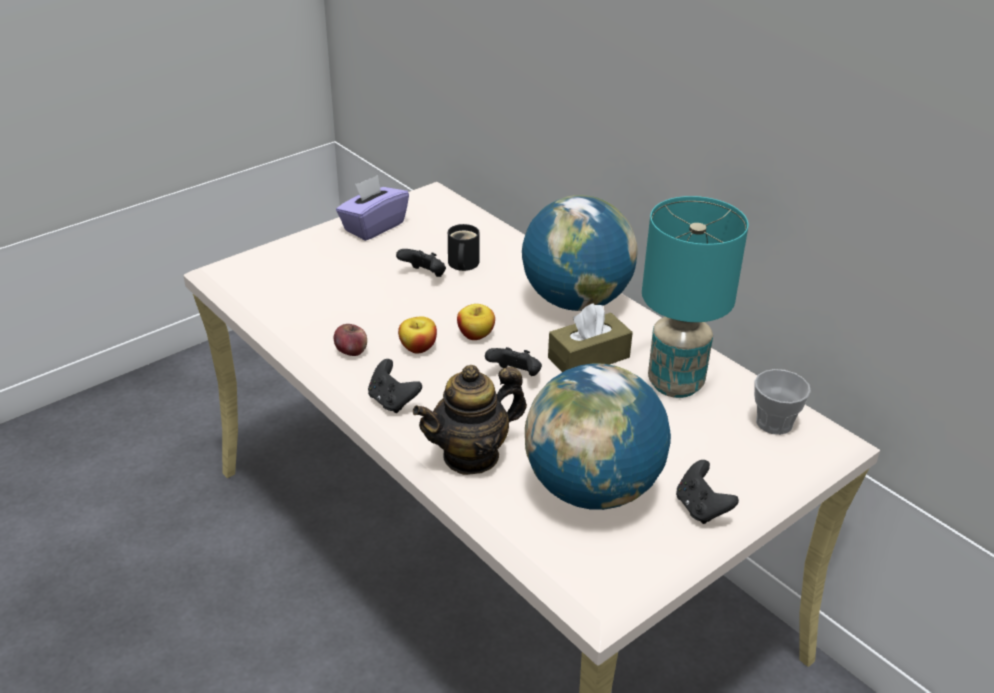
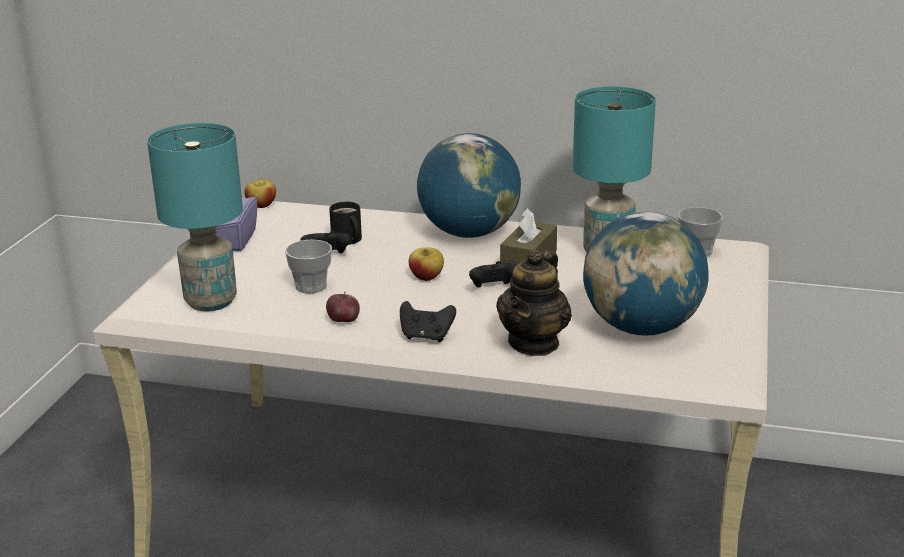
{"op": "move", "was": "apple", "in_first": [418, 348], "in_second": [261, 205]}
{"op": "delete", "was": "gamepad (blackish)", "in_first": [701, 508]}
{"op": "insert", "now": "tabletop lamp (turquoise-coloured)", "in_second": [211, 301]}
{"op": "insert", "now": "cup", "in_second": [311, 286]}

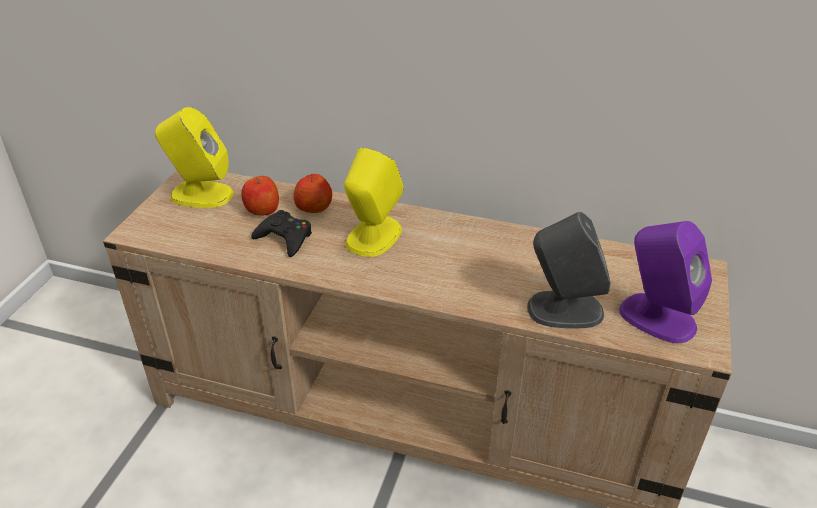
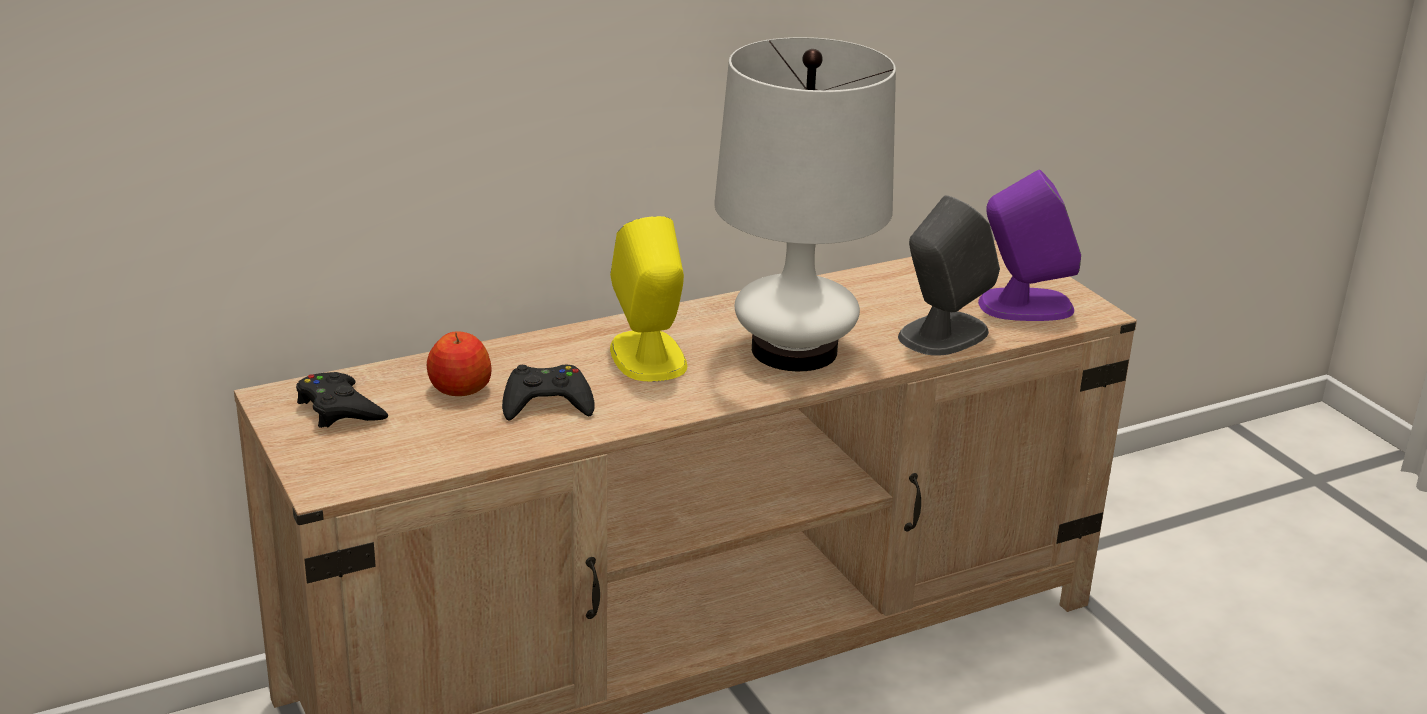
{"op": "replace", "was": "audio speaker (yellow-coloured)", "now": "gamepad (blackish)", "in_first": [201, 194], "in_second": [339, 409]}
{"op": "delete", "was": "apple", "in_first": [314, 207]}
{"op": "insert", "now": "tabletop lamp (white)", "in_second": [794, 350]}

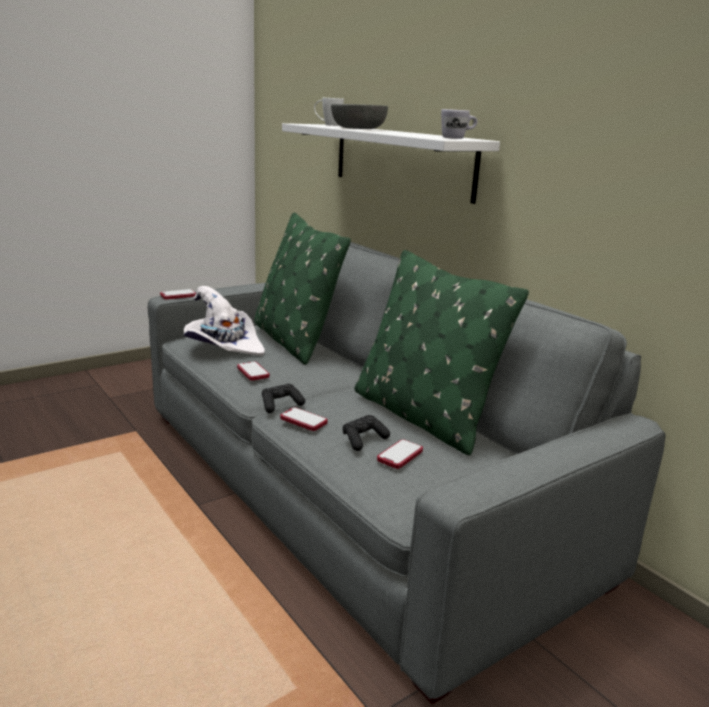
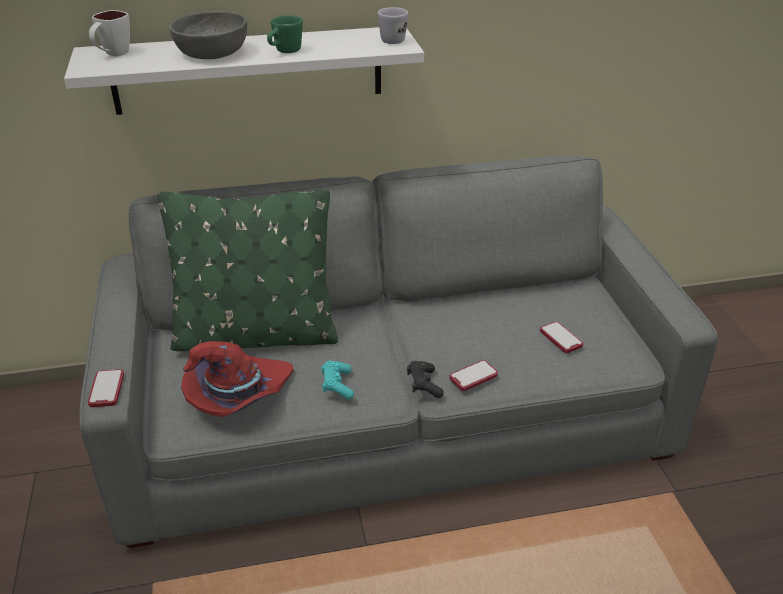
{"op": "recolor", "was": "wearable hat (white)", "now": "wearable hat (red-coloured)", "in_first": [224, 345], "in_second": [237, 393]}
{"op": "replace", "was": "telephone", "now": "gamepad (turquoise-coloured)", "in_first": [253, 372], "in_second": [337, 386]}
{"op": "delete", "was": "gamepad (blackish)", "in_first": [363, 440]}
{"op": "delete", "was": "pillow (green-coloured)", "in_first": [422, 416]}
{"op": "insert", "now": "tea mug (green-coloured)", "in_second": [284, 52]}

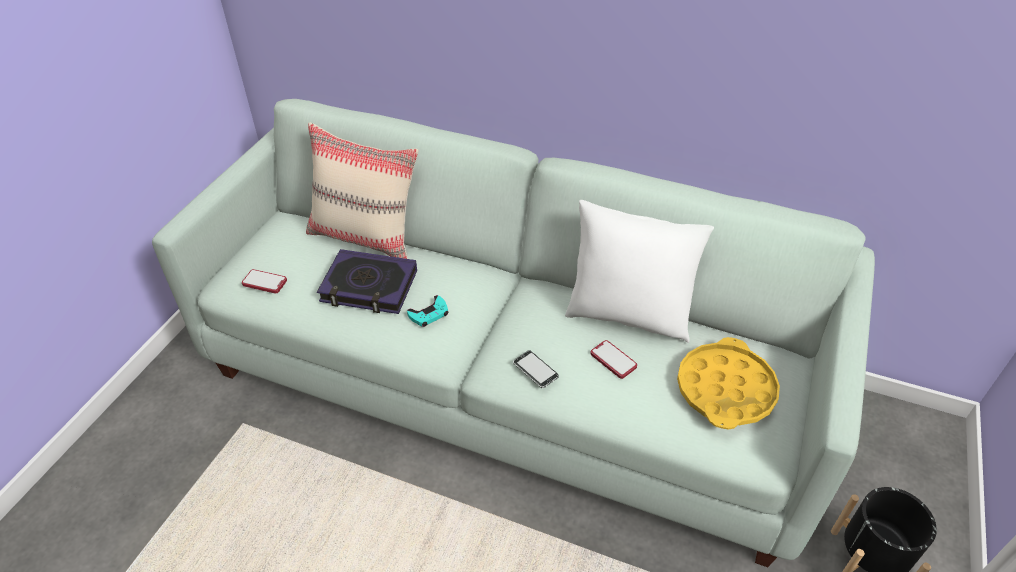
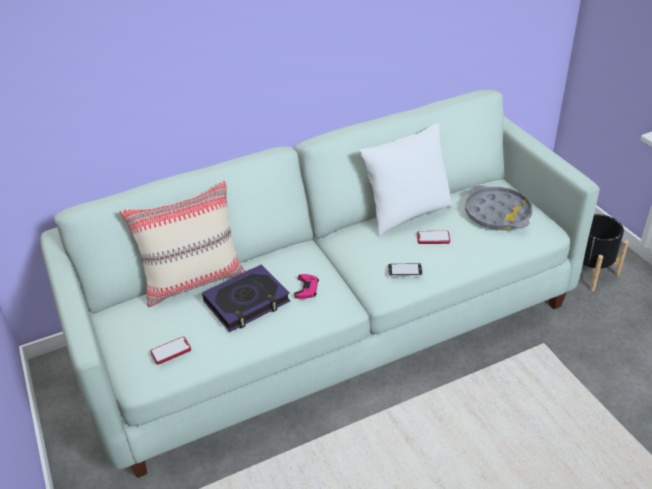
{"op": "recolor", "was": "gamepad (turquoise-coloured)", "now": "gamepad (pink-coloured)", "in_first": [429, 314], "in_second": [307, 288]}
{"op": "recolor", "was": "carrying tray (yellow-coloured)", "now": "carrying tray (greyish)", "in_first": [725, 389], "in_second": [497, 213]}

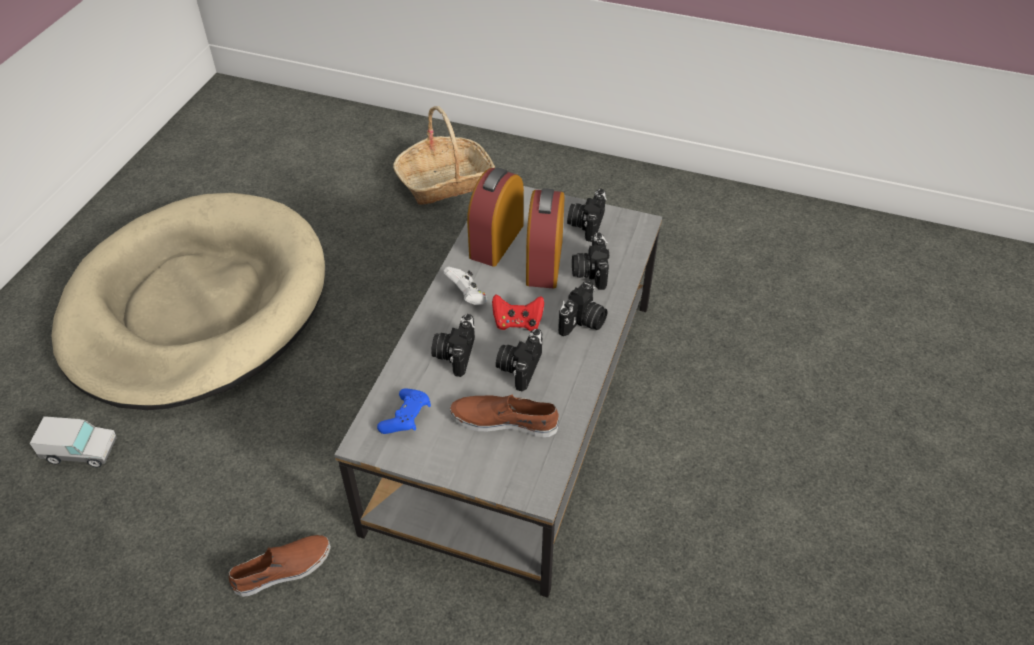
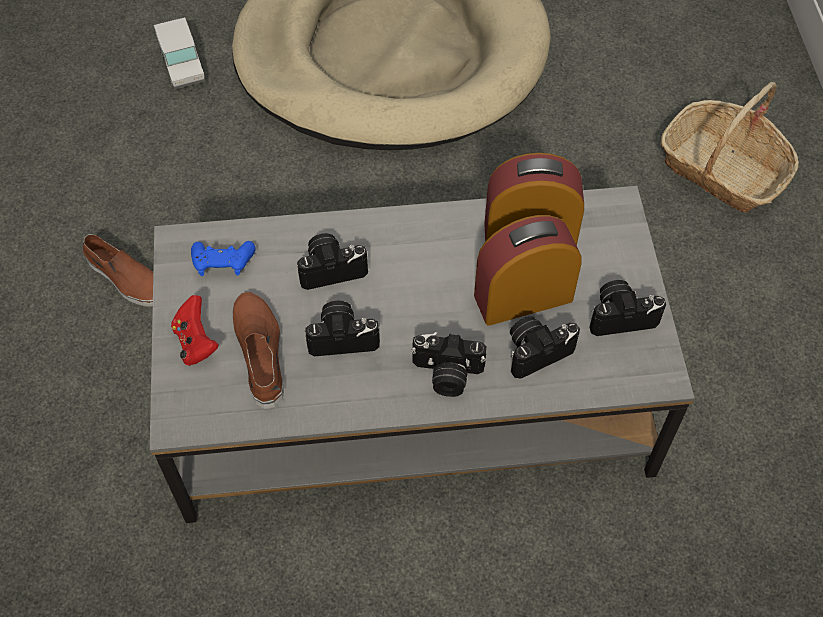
{"op": "delete", "was": "gamepad (white)", "in_first": [467, 296]}
{"op": "move", "was": "gamepad (red-coloured)", "in_first": [517, 322], "in_second": [196, 342]}

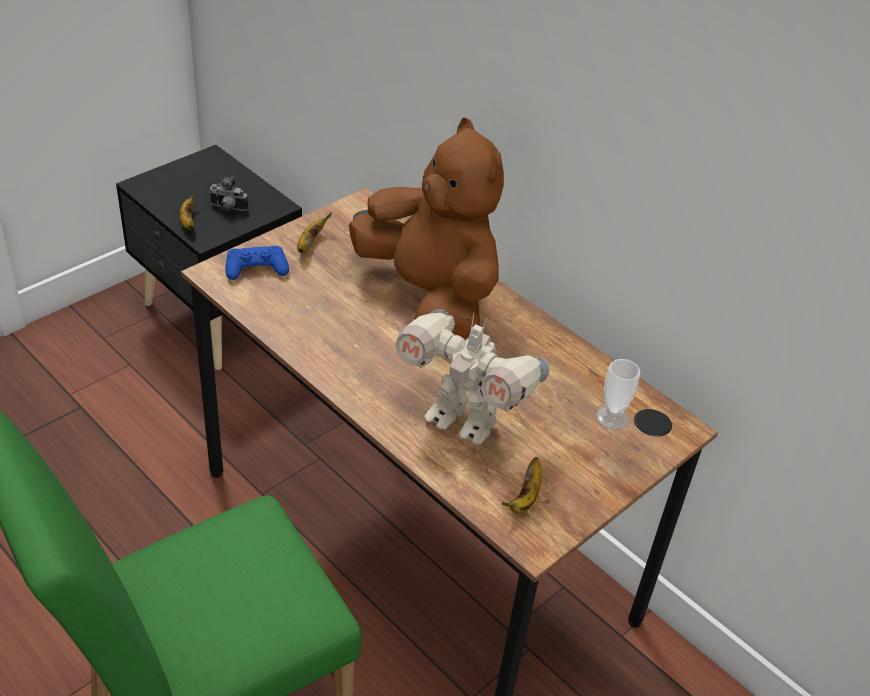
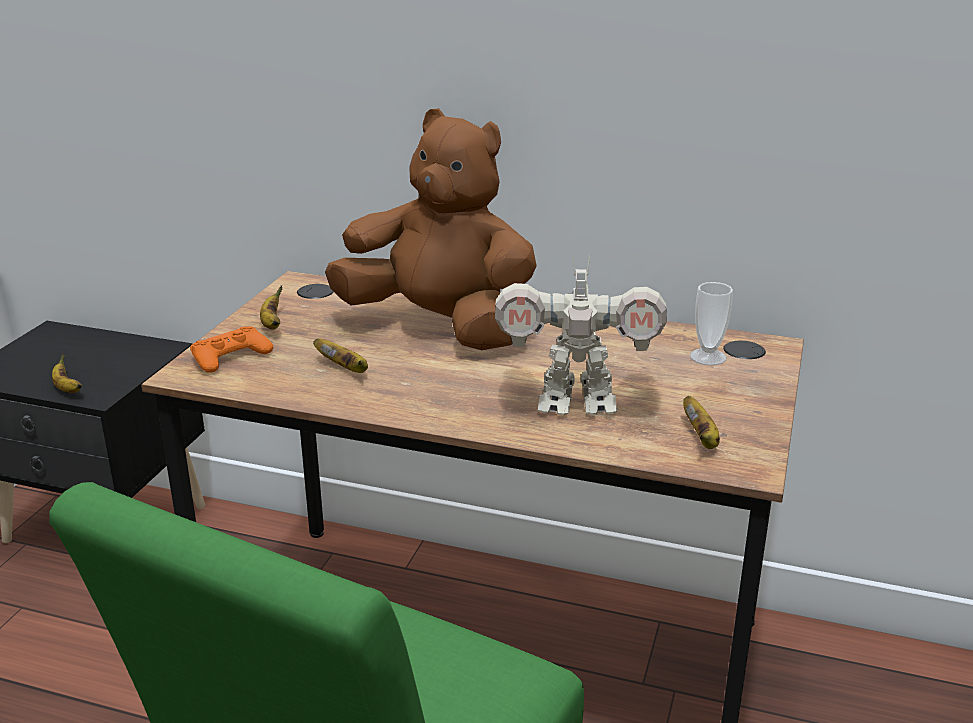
{"op": "delete", "was": "photo camera", "in_first": [228, 208]}
{"op": "recolor", "was": "gamepad (bluish)", "now": "gamepad (orangey)", "in_first": [256, 268], "in_second": [230, 357]}
{"op": "insert", "now": "banana fruit", "in_second": [345, 368]}

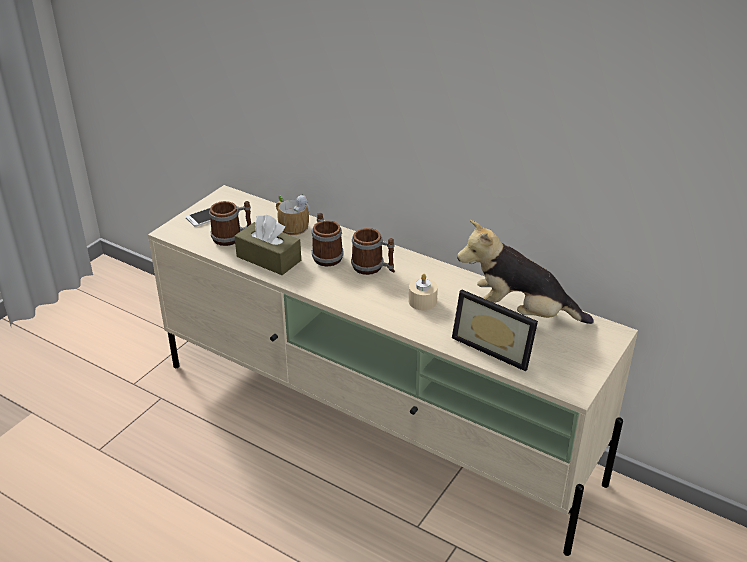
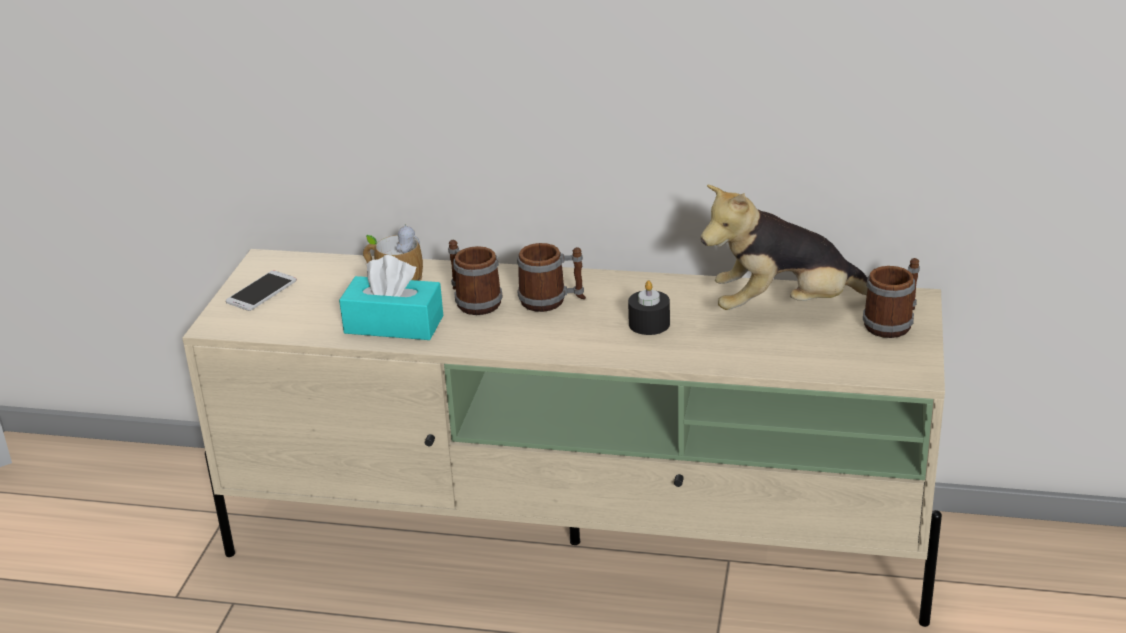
{"op": "move", "was": "tea mug", "in_first": [232, 237], "in_second": [893, 323]}
{"op": "recolor", "was": "tissue box (brown-coloured)", "now": "tissue box (turquoise-coloured)", "in_first": [268, 258], "in_second": [394, 324]}
{"op": "recolor", "was": "candle (sand-coloured)", "now": "candle (blackish)", "in_first": [422, 301], "in_second": [649, 324]}
{"op": "delete", "was": "picture frame", "in_first": [495, 346]}

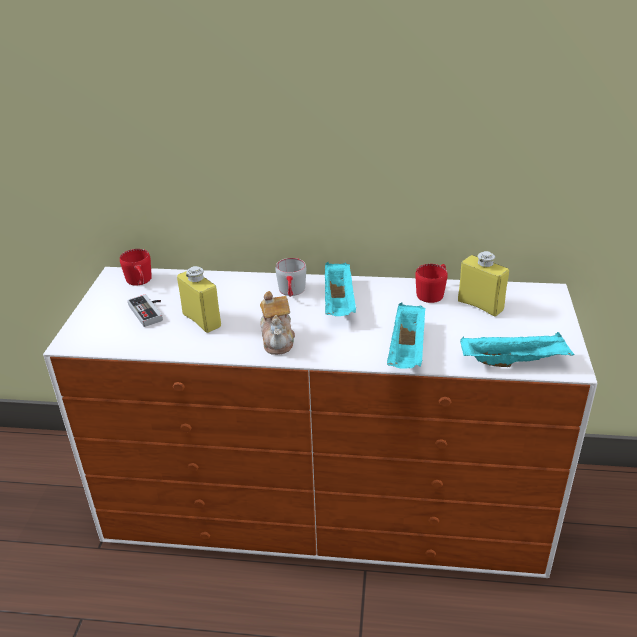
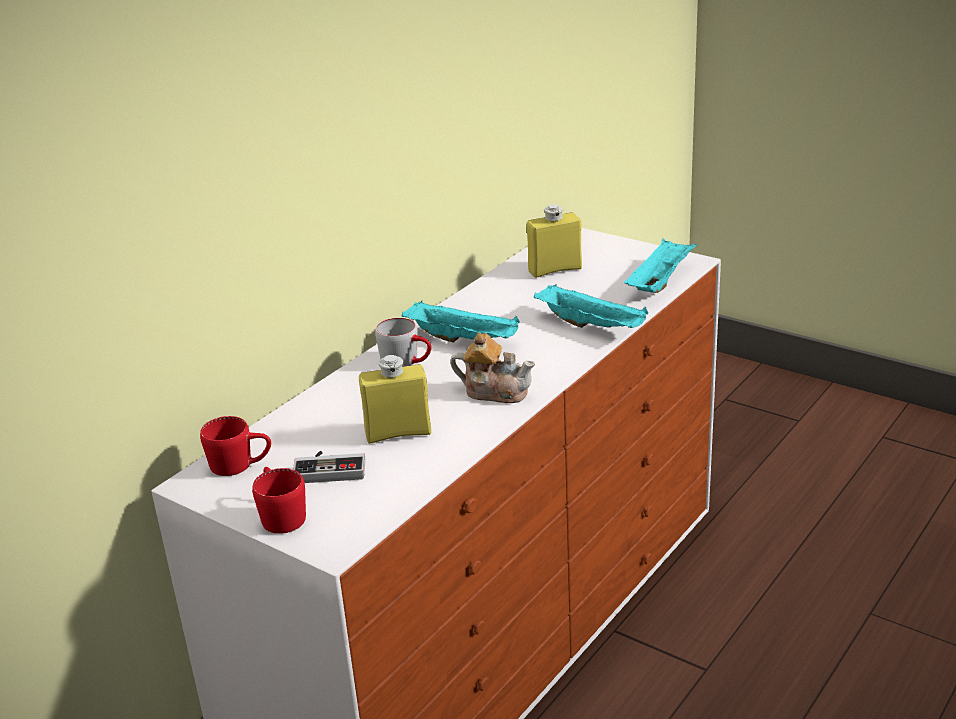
{"op": "move", "was": "tea mug (red-coloured)", "in_first": [432, 292], "in_second": [279, 514]}

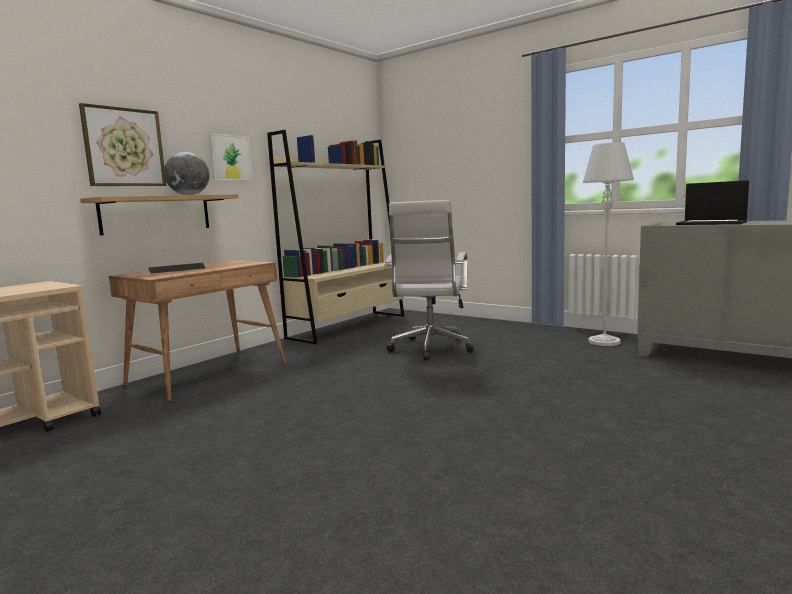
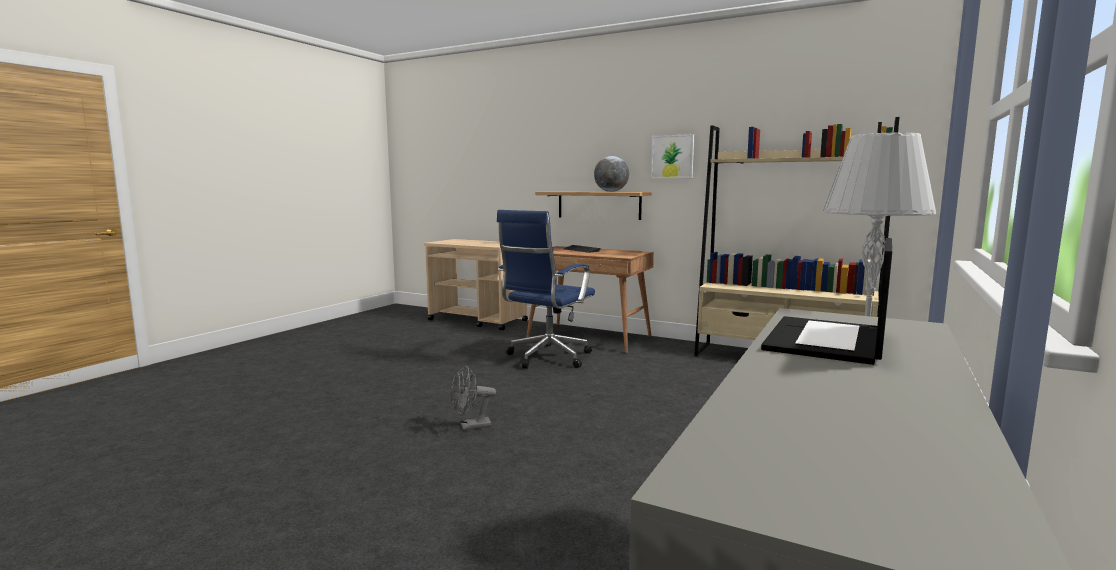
{"op": "delete", "was": "wall art", "in_first": [124, 147]}
{"op": "delete", "was": "computer chair (white)", "in_first": [430, 349]}
{"op": "insert", "now": "fan (greyish)", "in_second": [470, 426]}
{"op": "insert", "now": "computer chair (bluish)", "in_second": [546, 358]}

